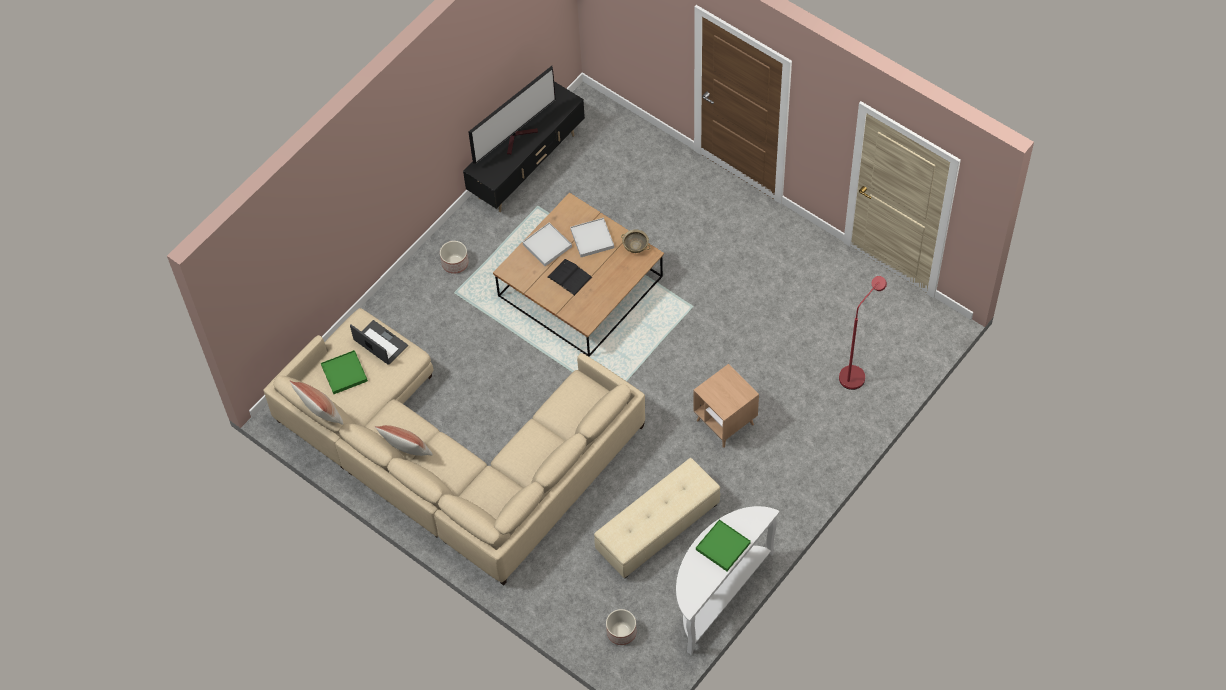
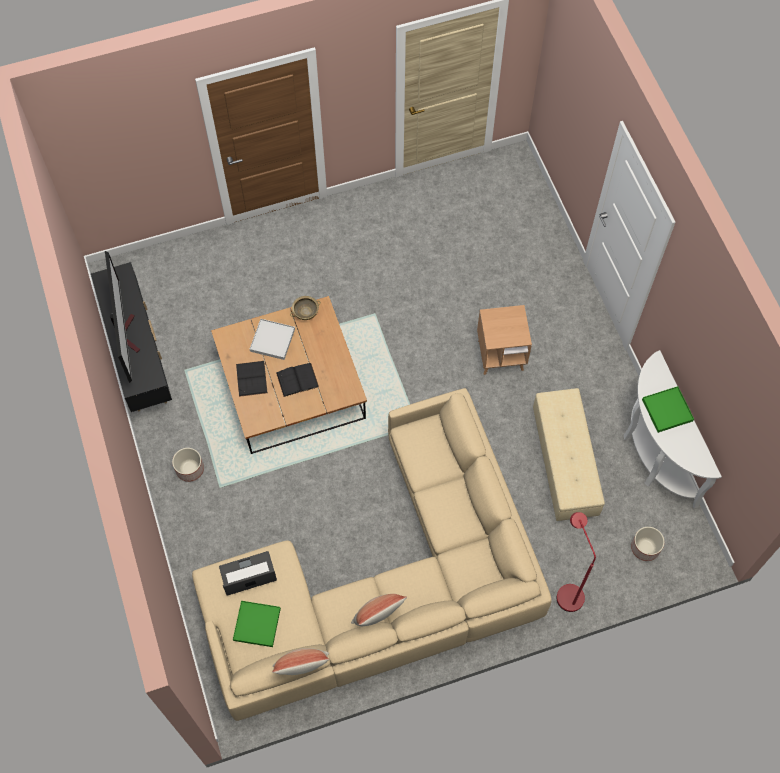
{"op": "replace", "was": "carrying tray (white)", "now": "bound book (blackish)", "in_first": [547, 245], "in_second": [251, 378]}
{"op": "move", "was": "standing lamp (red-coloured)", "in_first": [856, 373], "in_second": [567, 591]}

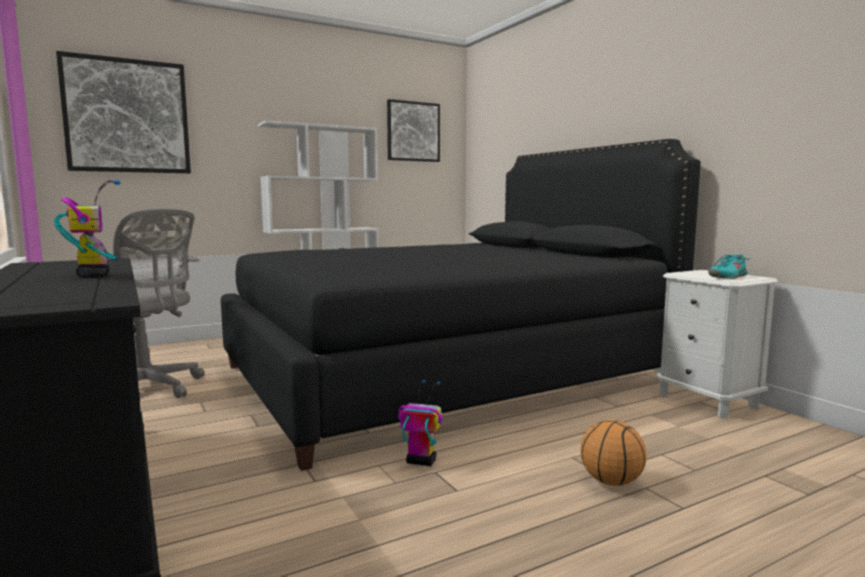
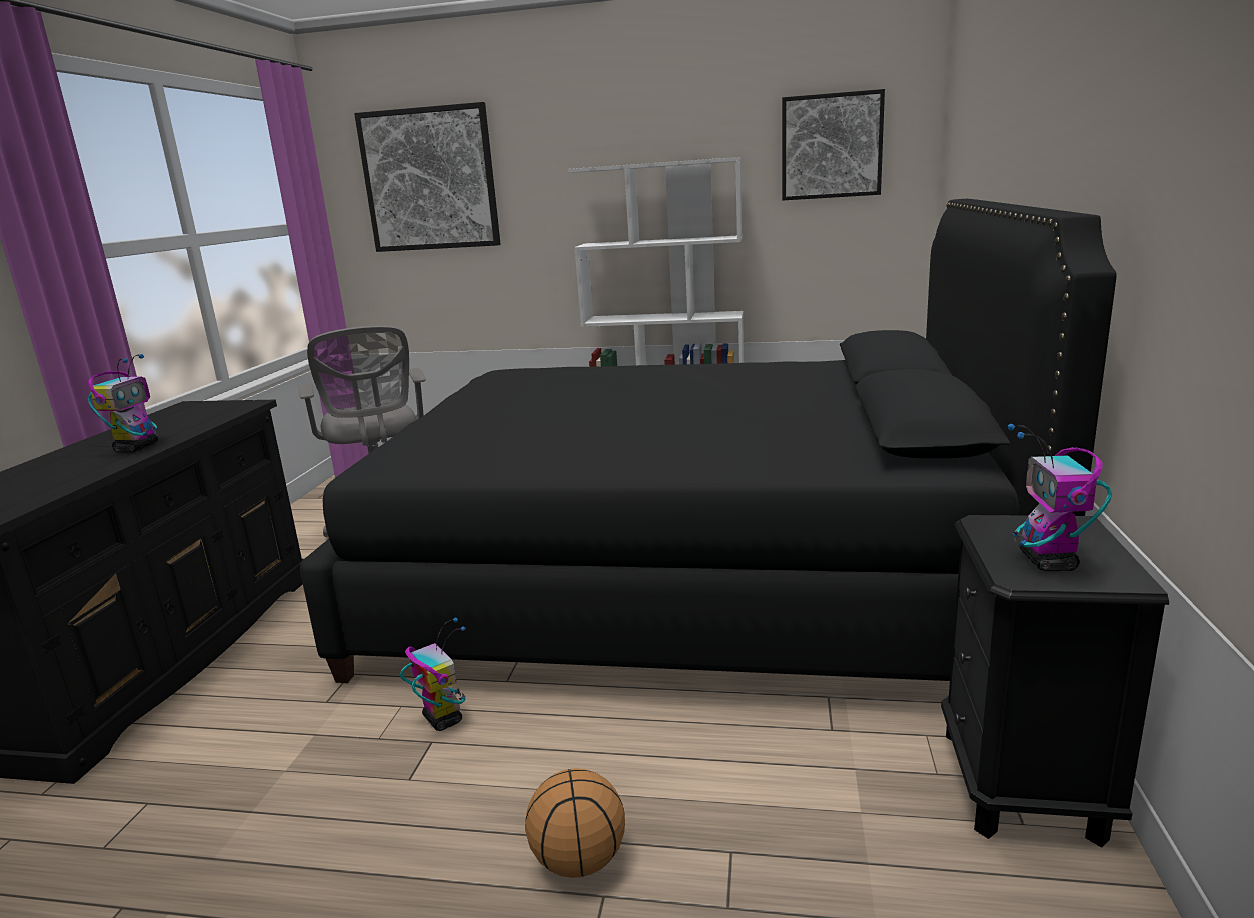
{"op": "recolor", "was": "night table (white)", "now": "night table (blackish)", "in_first": [707, 401], "in_second": [1021, 784]}
{"op": "replace", "was": "item of footwear (turquoise-coloured)", "now": "robot figure", "in_first": [727, 277], "in_second": [1048, 562]}

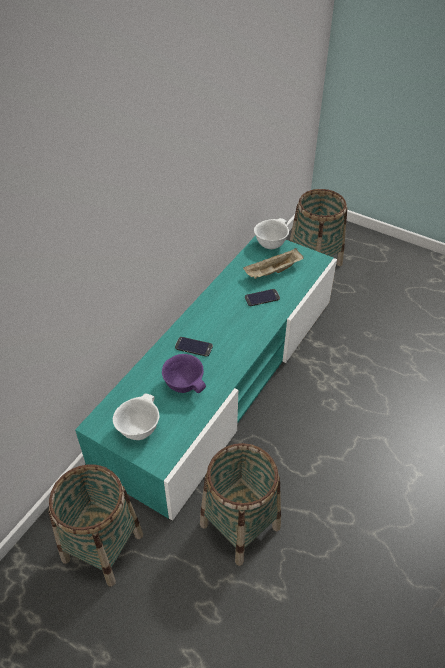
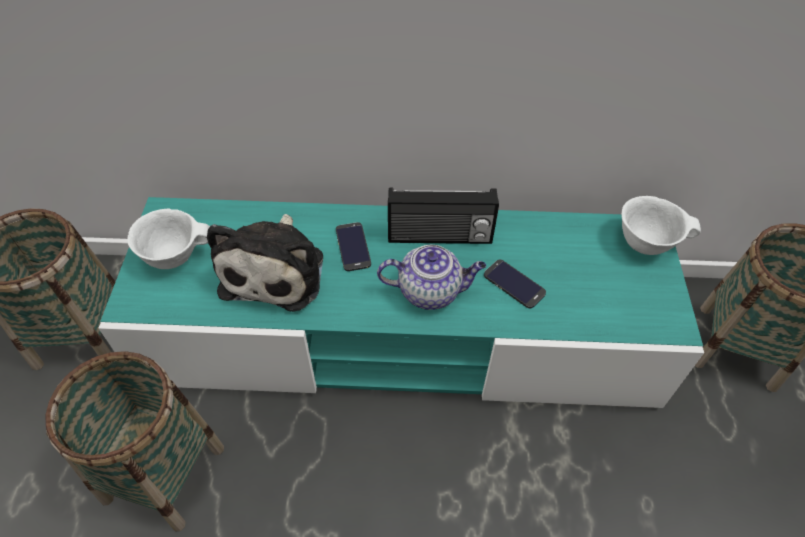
{"op": "replace", "was": "serving bowl (purple-coloured)", "now": "plush toy", "in_first": [185, 385], "in_second": [276, 269]}
{"op": "delete", "was": "carrying tray (sand-coloured)", "in_first": [273, 272]}
{"op": "insert", "now": "tea pot", "in_second": [430, 291]}
{"op": "insert", "now": "radio receiver", "in_second": [439, 237]}

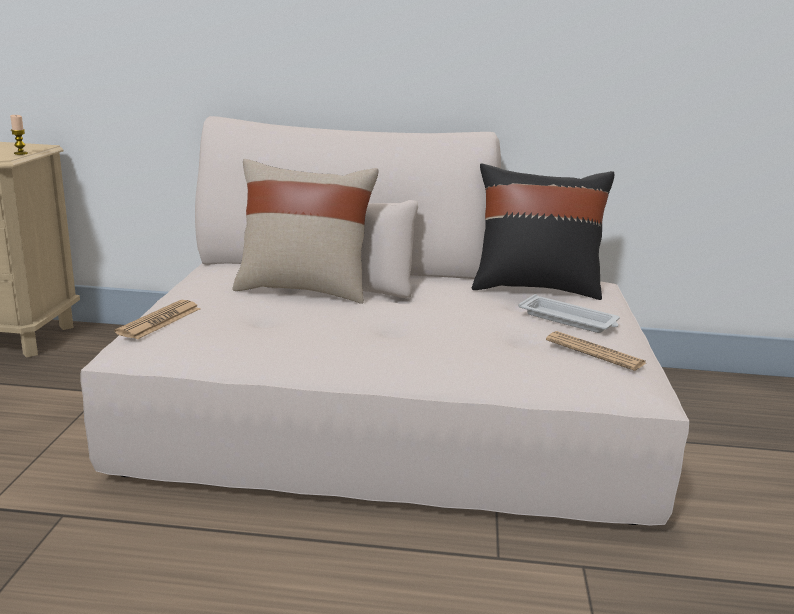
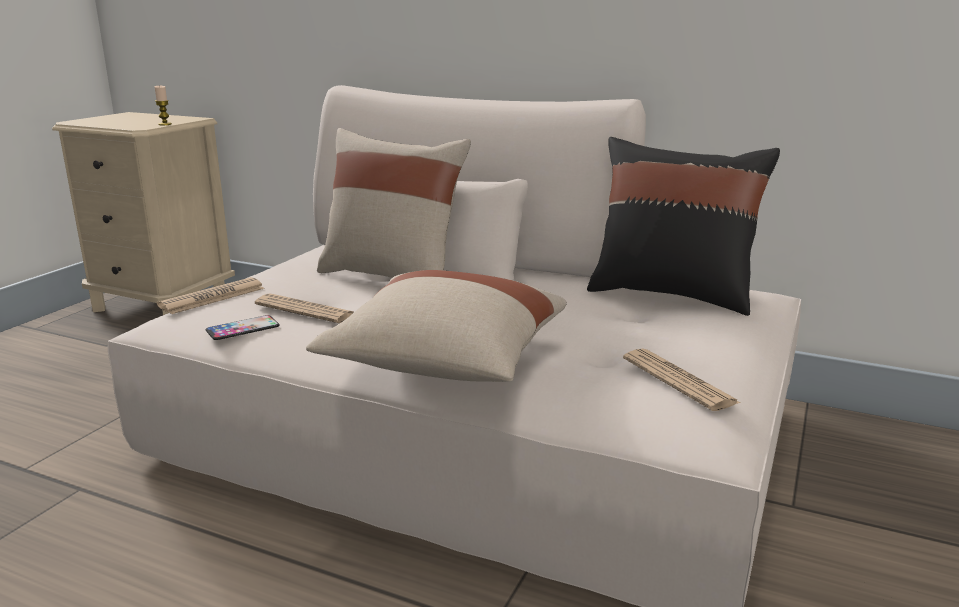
{"op": "delete", "was": "carrying tray (white)", "in_first": [569, 320]}
{"op": "insert", "now": "telephone", "in_second": [243, 328]}
{"op": "insert", "now": "daily paper", "in_second": [305, 310]}
{"op": "insert", "now": "pillow (sand-coloured)", "in_second": [445, 363]}

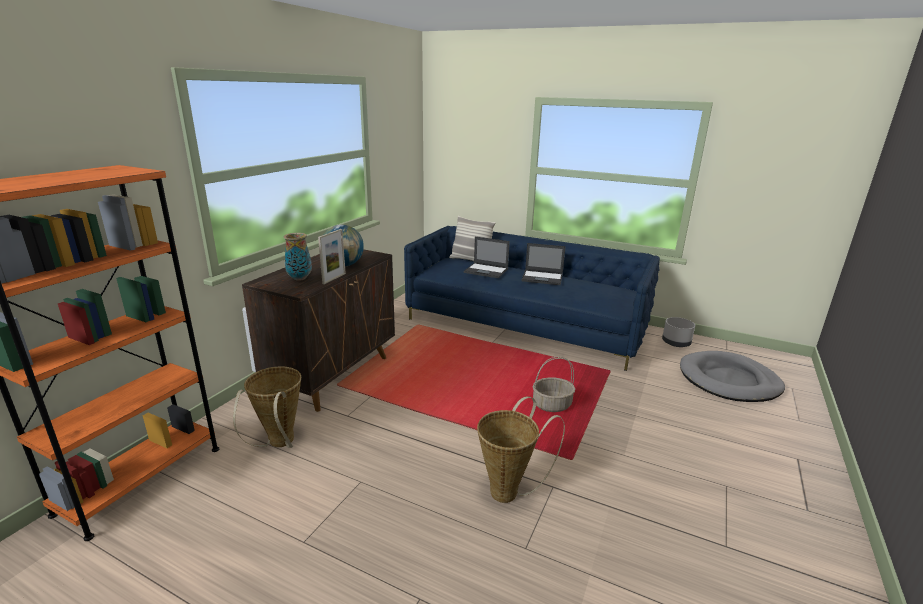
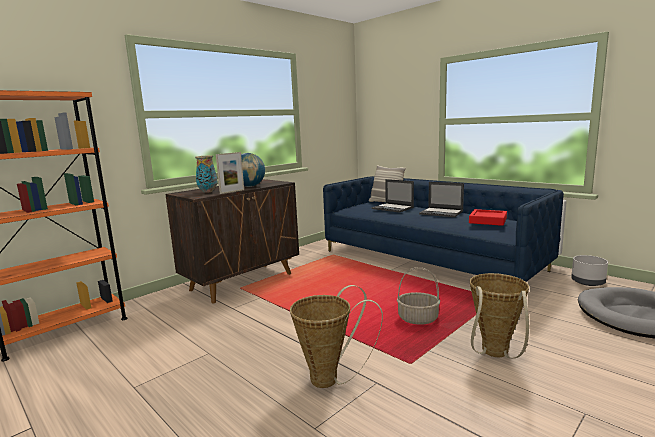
{"op": "move", "was": "household basket", "in_first": [279, 444], "in_second": [494, 355]}
{"op": "insert", "now": "carrying tray (red-coloured)", "in_second": [487, 220]}

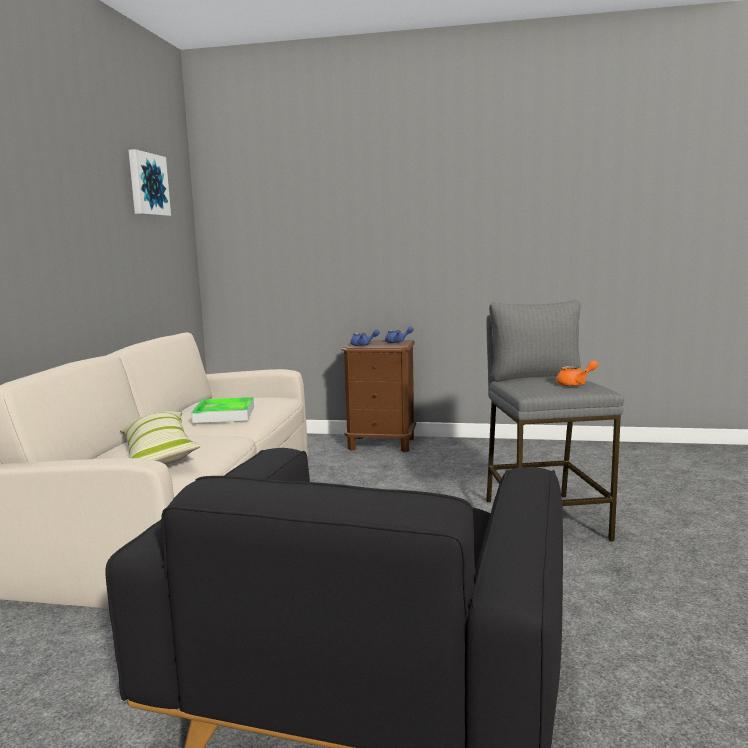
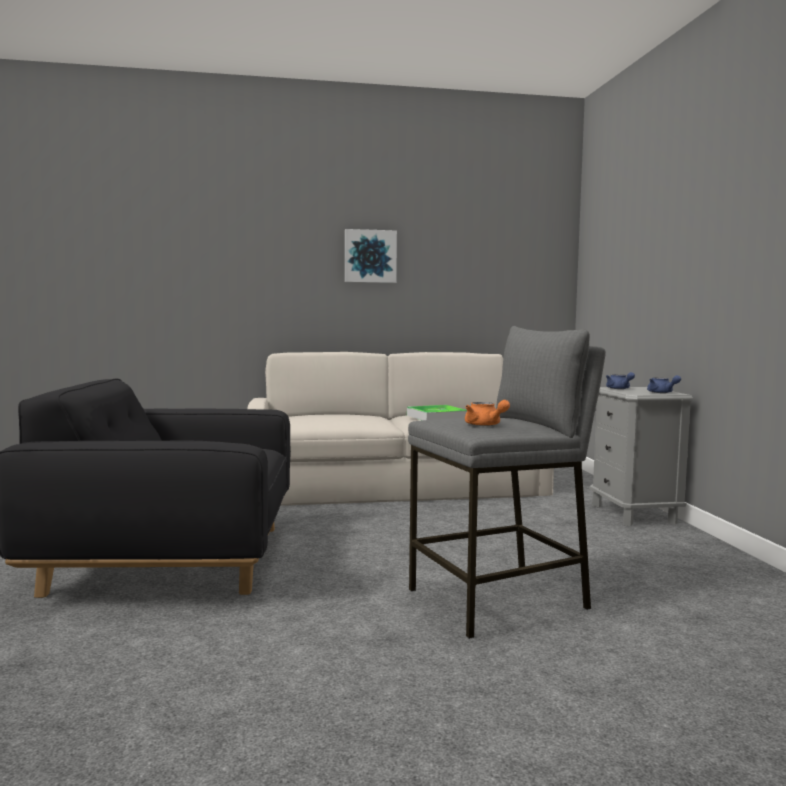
{"op": "delete", "was": "pillow", "in_first": [158, 454]}
{"op": "move", "was": "wall art", "in_first": [147, 184], "in_second": [370, 256]}
{"op": "recolor", "was": "night table (brown-coloured)", "now": "night table (greyish)", "in_first": [381, 444], "in_second": [634, 514]}

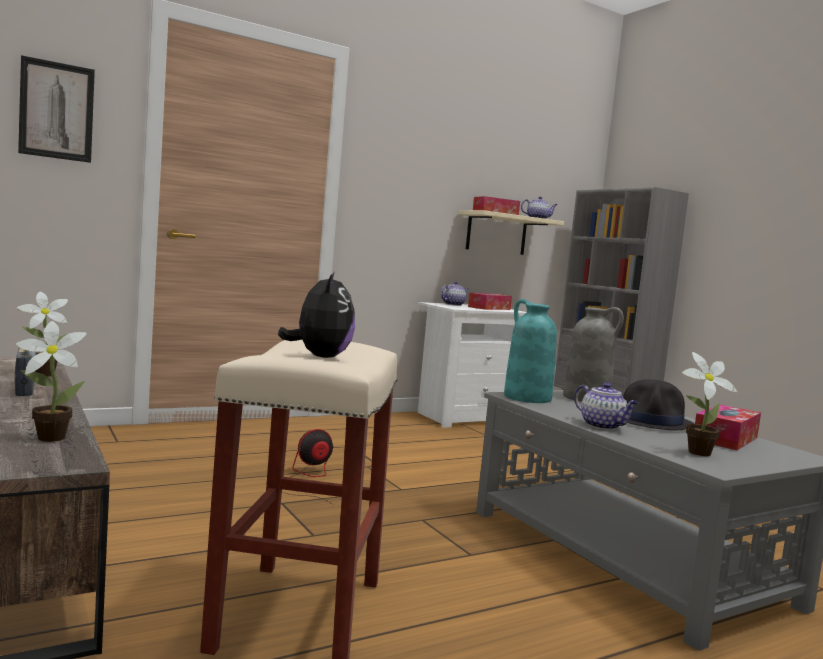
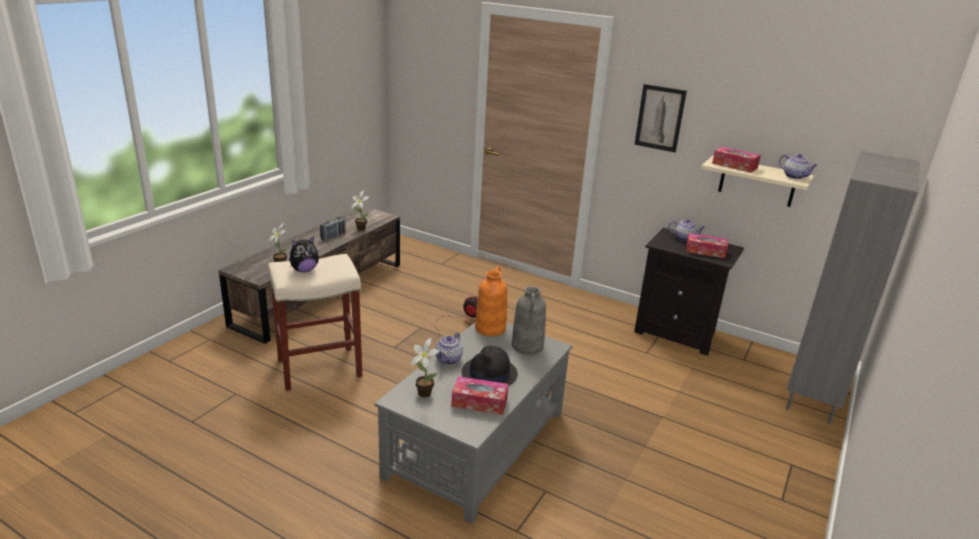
{"op": "move", "was": "wall art", "in_first": [56, 110], "in_second": [660, 118]}
{"op": "recolor", "was": "night table (white)", "now": "night table (blackish)", "in_first": [463, 417], "in_second": [678, 332]}
{"op": "recolor", "was": "decorative vase (turquoise-coloured)", "now": "decorative vase (orangey)", "in_first": [526, 398], "in_second": [490, 328]}

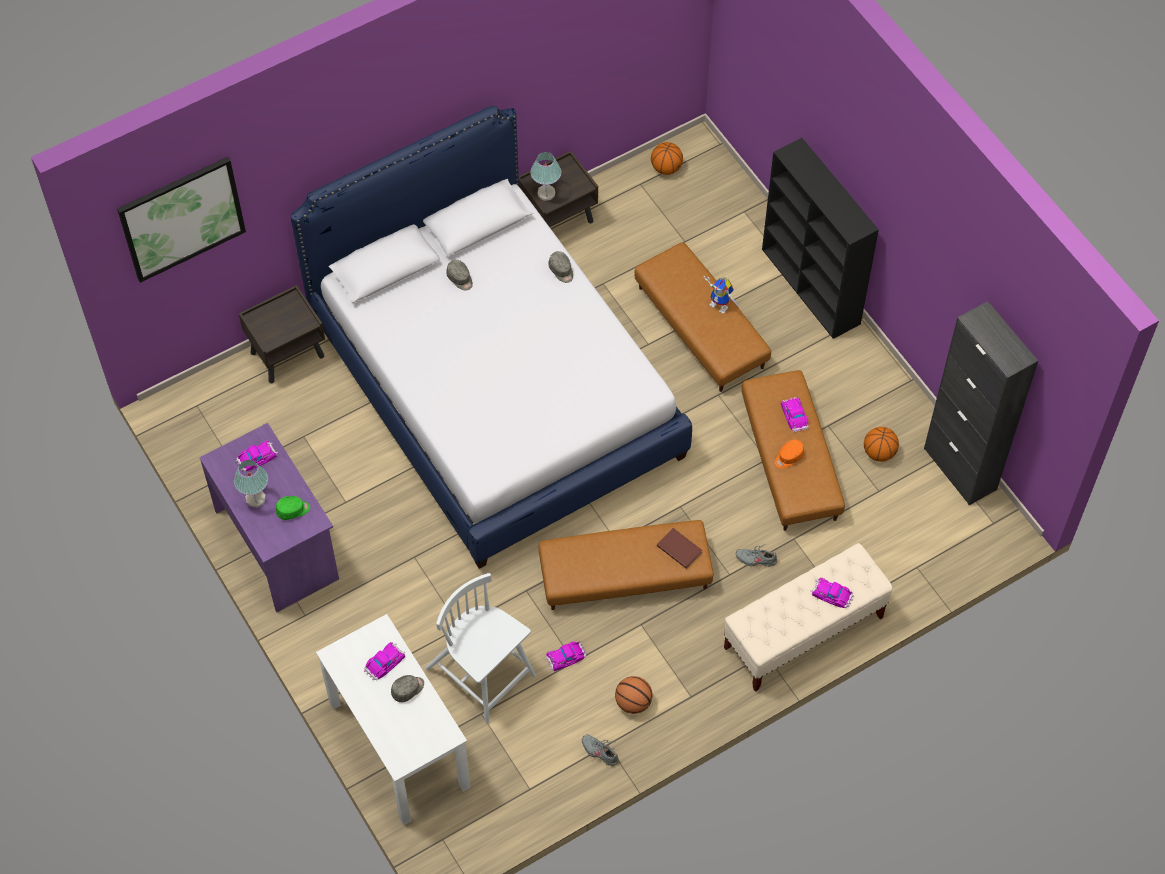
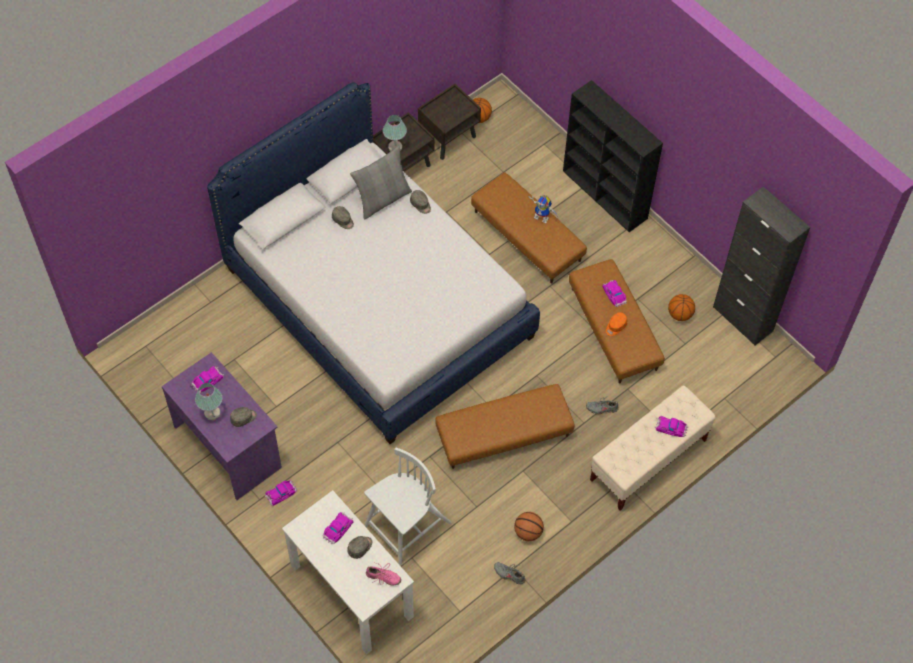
{"op": "delete", "was": "wall art", "in_first": [181, 218]}
{"op": "move", "was": "night table (brown-coloured)", "in_first": [288, 354], "in_second": [449, 138]}
{"op": "recolor", "was": "baseball cap (green-coloured)", "now": "baseball cap (greyish)", "in_first": [293, 510], "in_second": [243, 418]}
{"op": "rotate", "was": "plain chair (white)", "in_first": [482, 673], "in_second": [406, 526], "clockwise": 105}
{"op": "move", "was": "model car", "in_first": [566, 657], "in_second": [281, 493]}
{"op": "delete", "was": "bound book (brown-coloured)", "in_first": [679, 548]}
{"op": "insert", "now": "pillow (greyish)", "in_second": [383, 199]}
{"op": "insert", "now": "item of footwear (pink-coloured)", "in_second": [383, 577]}

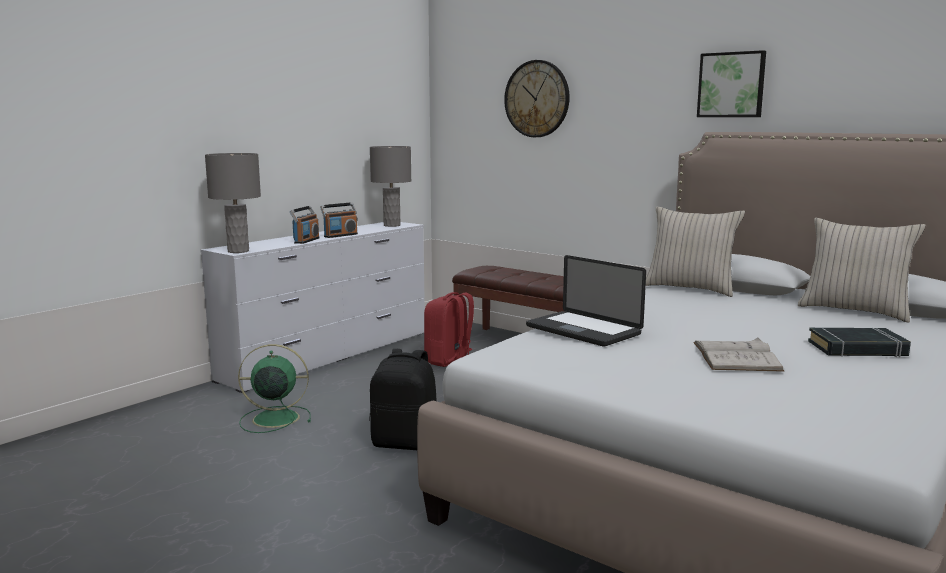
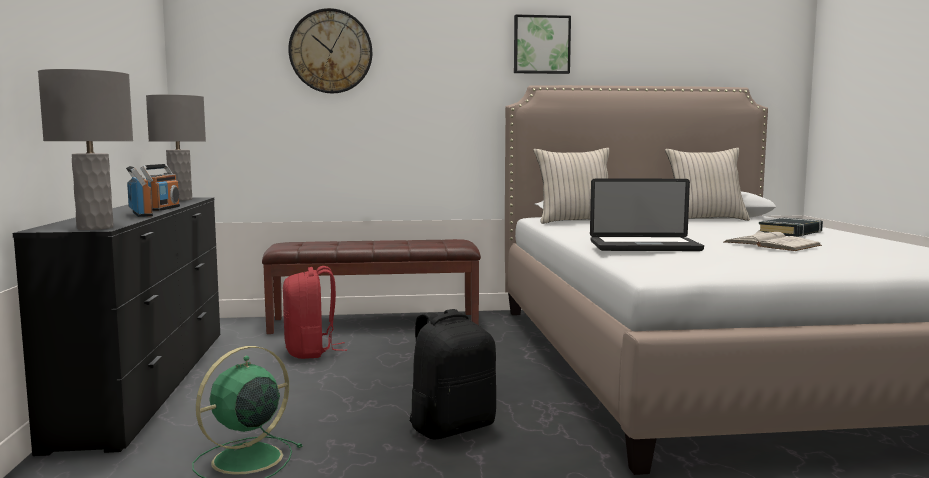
{"op": "recolor", "was": "drawer chest (white)", "now": "drawer chest (blackish)", "in_first": [329, 355], "in_second": [149, 382]}

